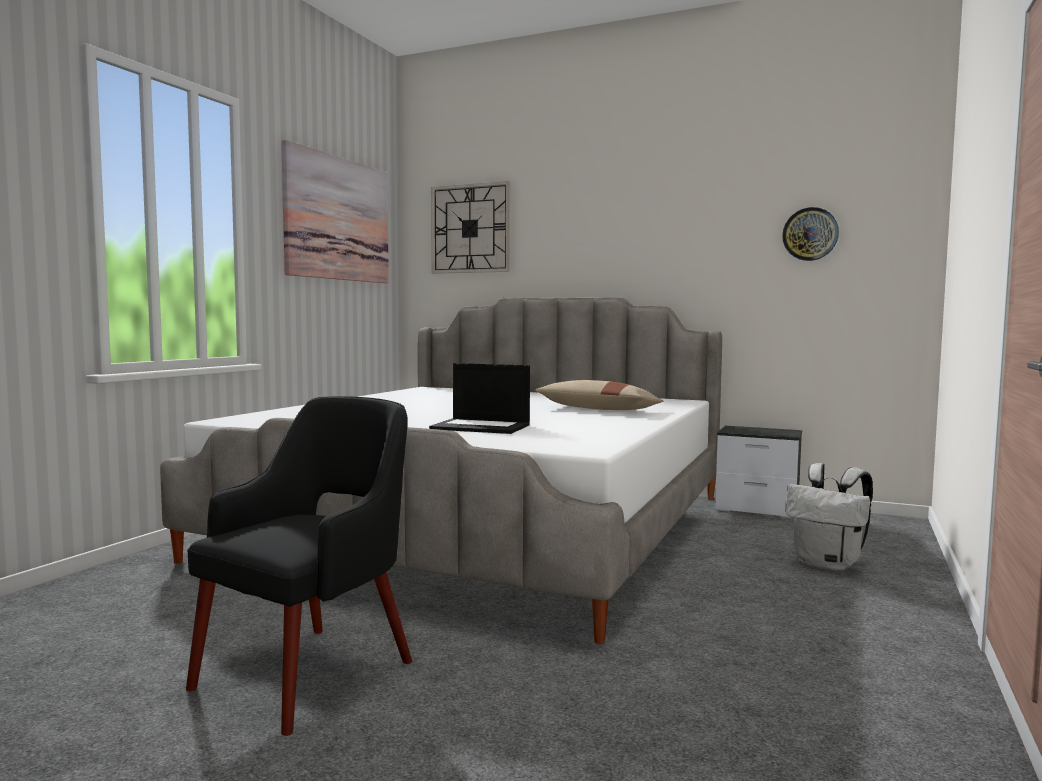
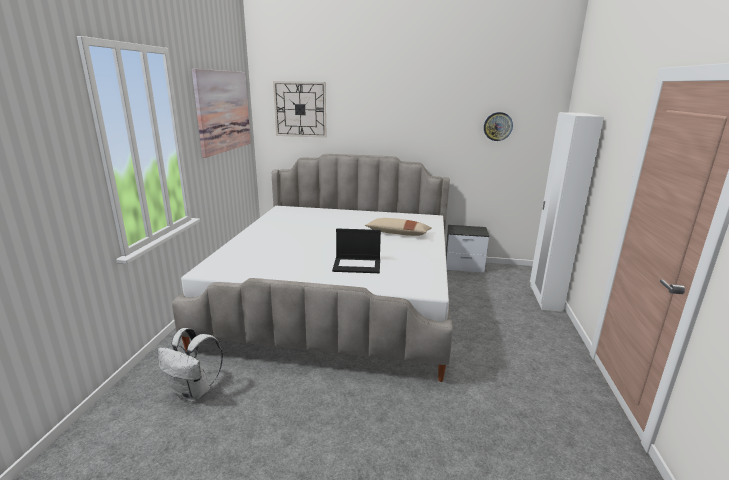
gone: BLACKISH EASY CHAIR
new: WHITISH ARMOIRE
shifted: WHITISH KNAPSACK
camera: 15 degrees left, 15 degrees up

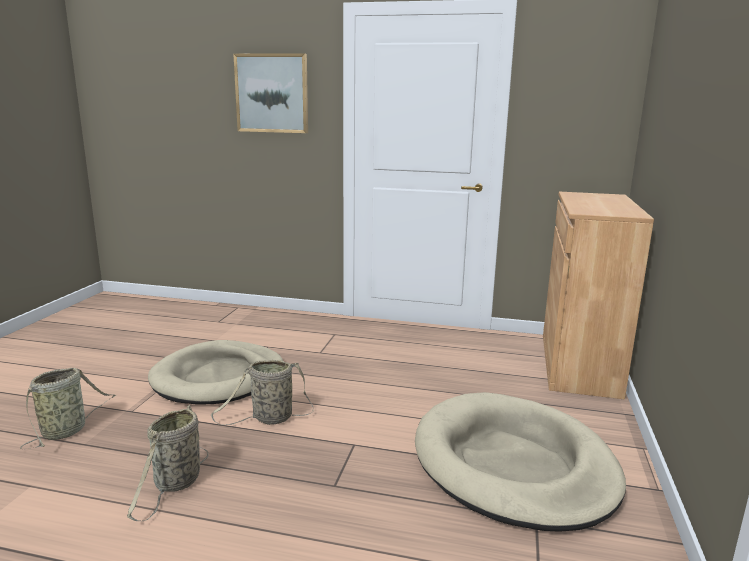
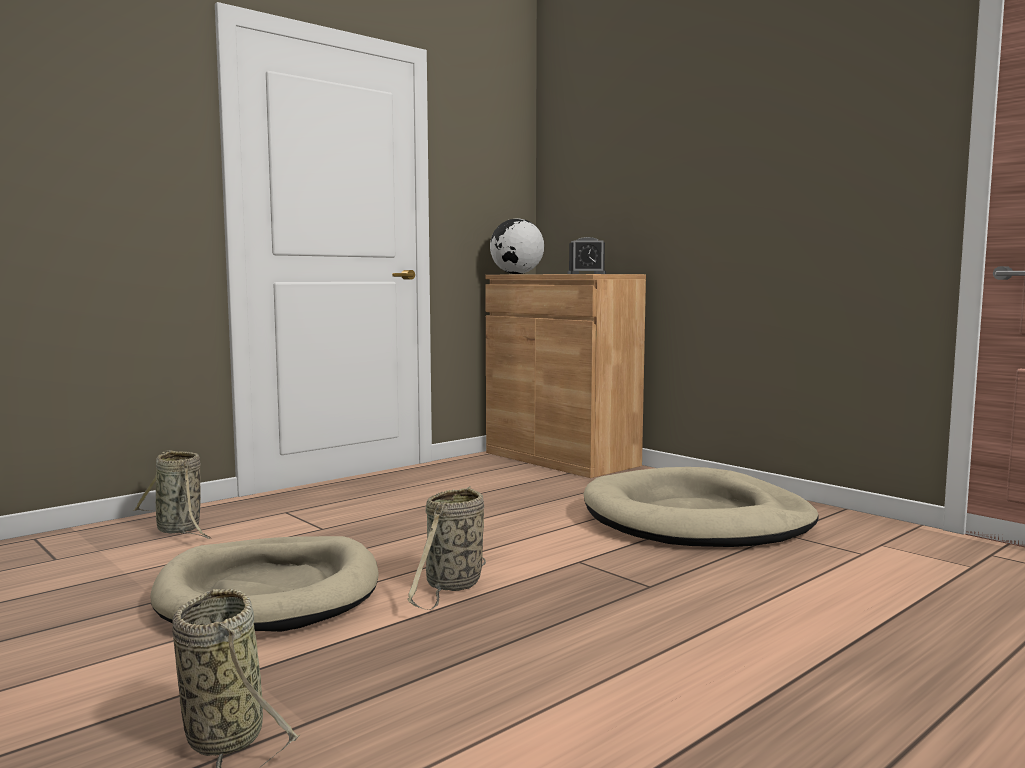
gone: WALL ART
new: WORLD GLOBE; BEDSIDE CLOCK
shifted: BASKET (no. 2 from left in the first image) to BASKET (no. 1 from left)
camera: 55 degrees left, 10 degrees down

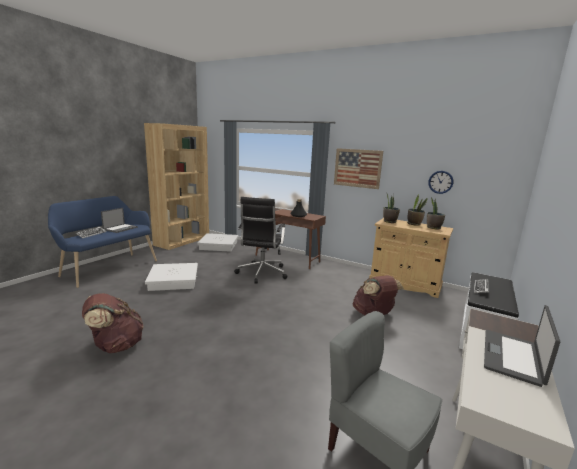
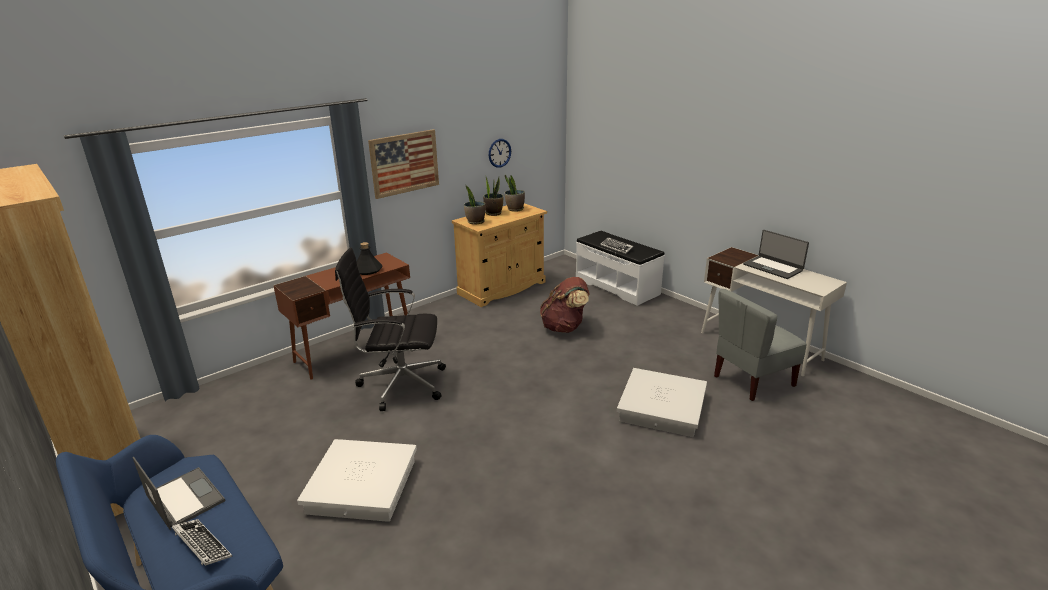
gone: BROWNISH KNAPSACK (no. 1 from left)
shifted: WHITISH STORAGE BIN (no. 2 from left)
rotated: BLACKISH OFFICE CHAIR 150 degrees clockwise
camera: 70 degrees left, 10 degrees up

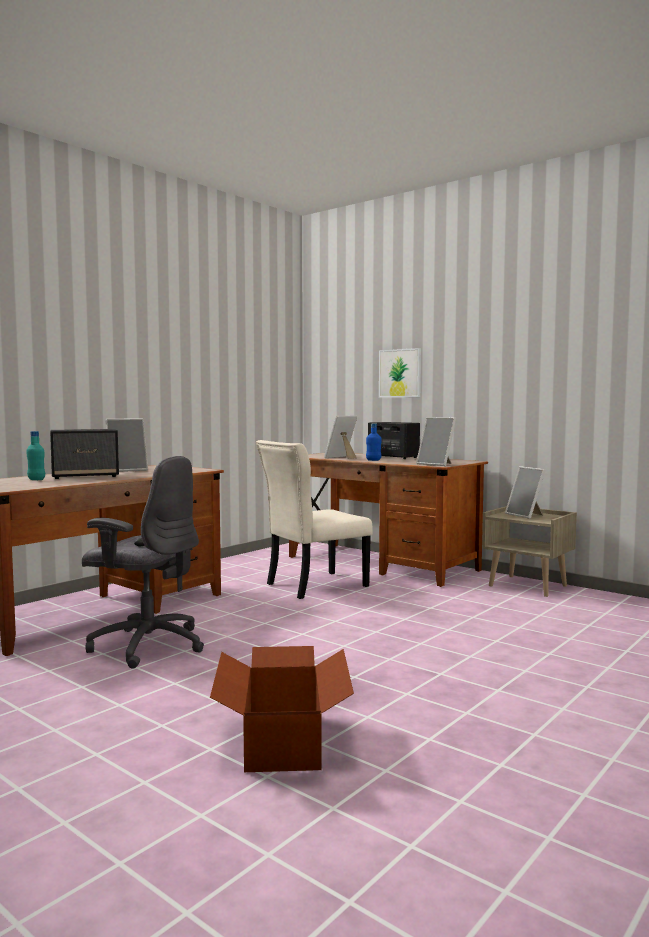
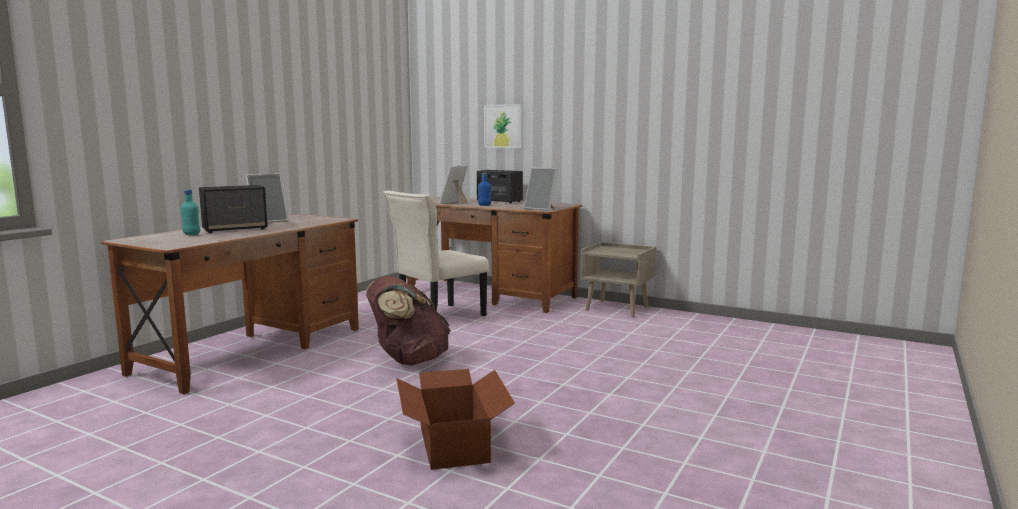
gone: GREYISH OFFICE CHAIR; PICTURE FRAME (no. 4 from left)
new: BROWNISH KNAPSACK
camera: 10 degrees left, 5 degrees up

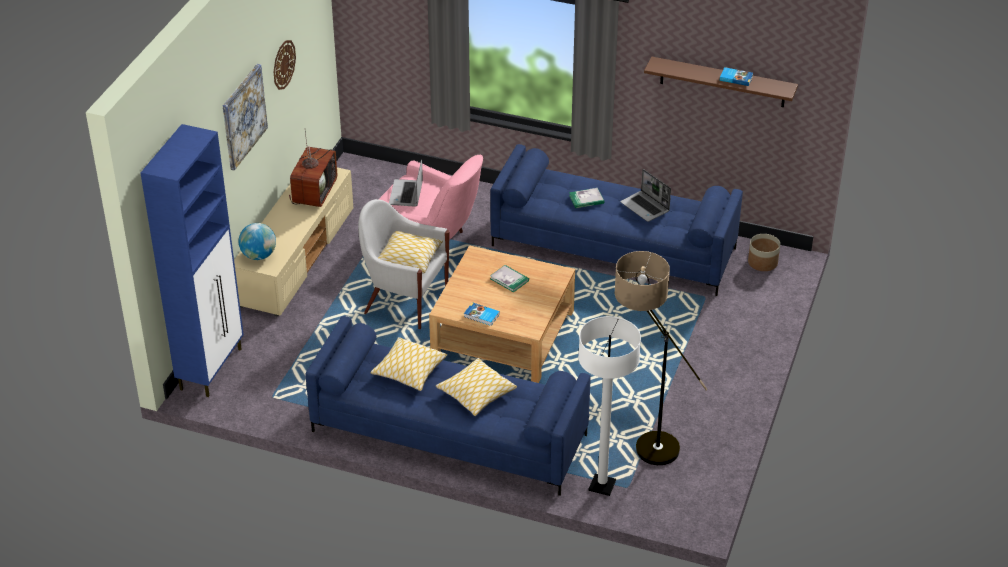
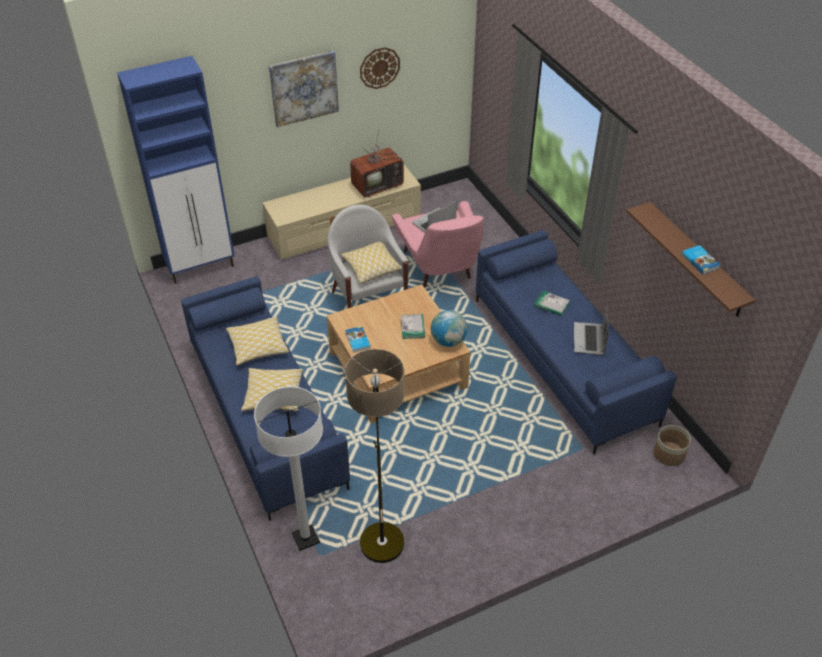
shifted: WORLD GLOBE
camera: 45 degrees right, 5 degrees up

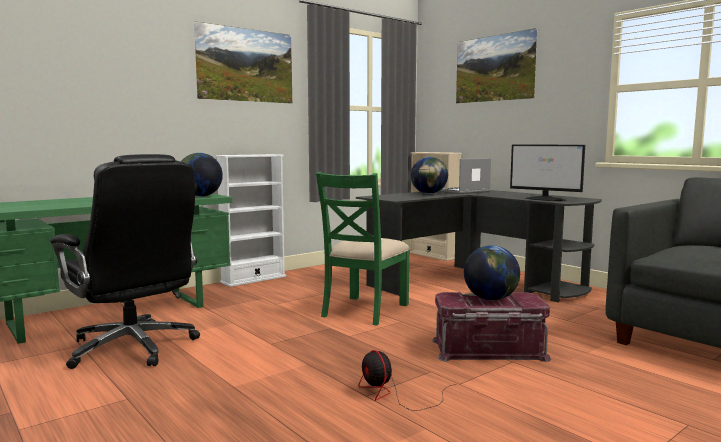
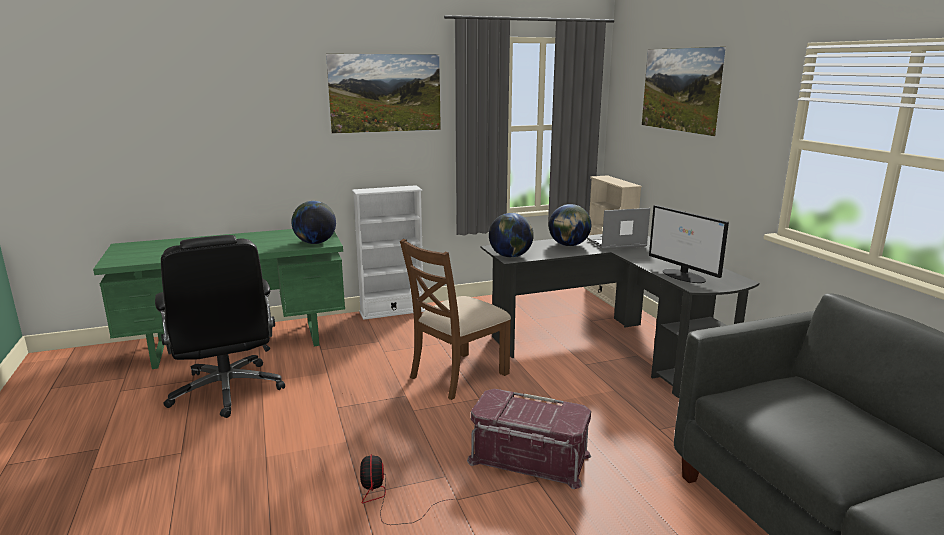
shifted: WORLD GLOBE (no. 3 from left in the first image) to WORLD GLOBE (no. 2 from left)
repainted: GREEN-COLOURED UPRIGHT CHAIR to BROWNISH UPRIGHT CHAIR
camera: 20 degrees right, 10 degrees up

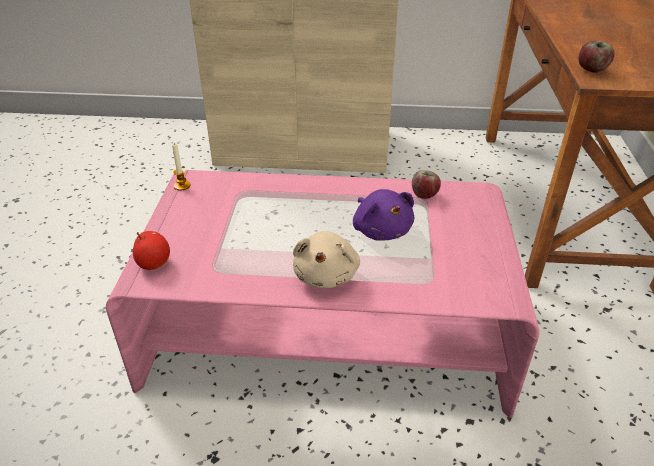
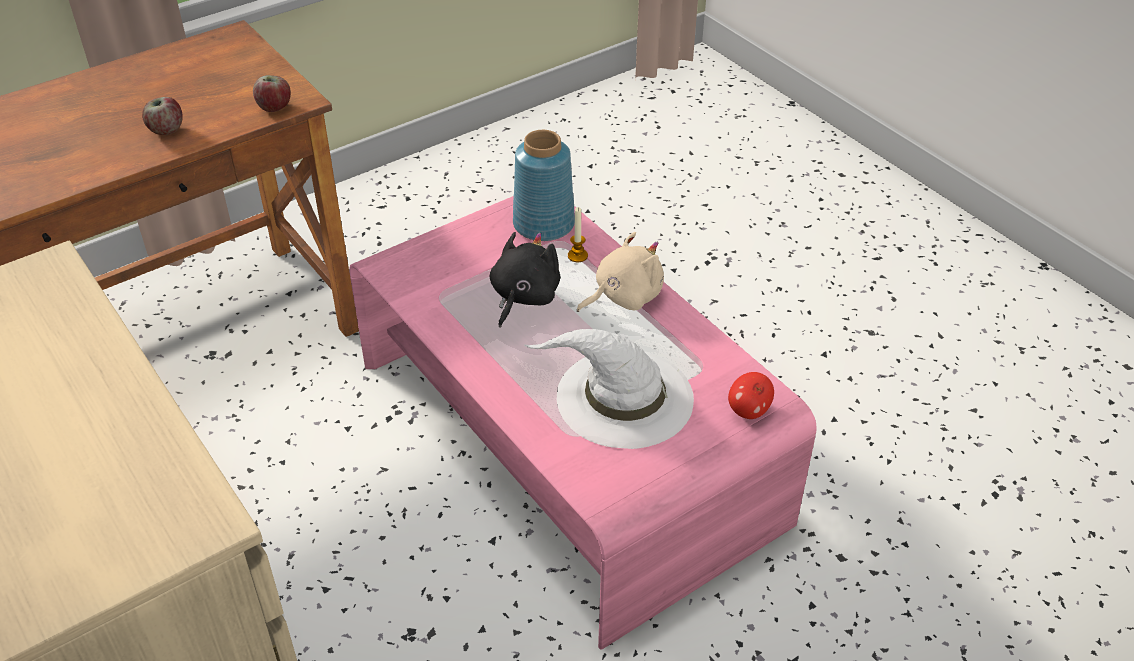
new: BLUE-COLOURED DECORATIVE VASE; WHITISH WEARABLE HAT
shifted: CANDLE; APPLE FRUIT (no. 2 from left in the first image) to APPLE FRUIT (no. 1 from left)
repainted: PURPLE-COLOURED PLUSH TOY to BLACKISH PLUSH TOY
camera: 130 degrees left, 5 degrees up

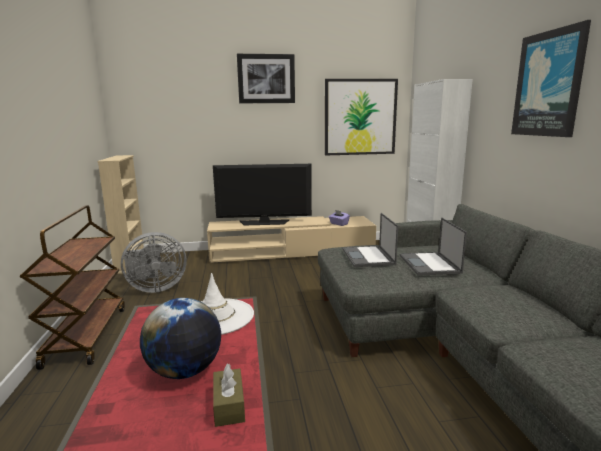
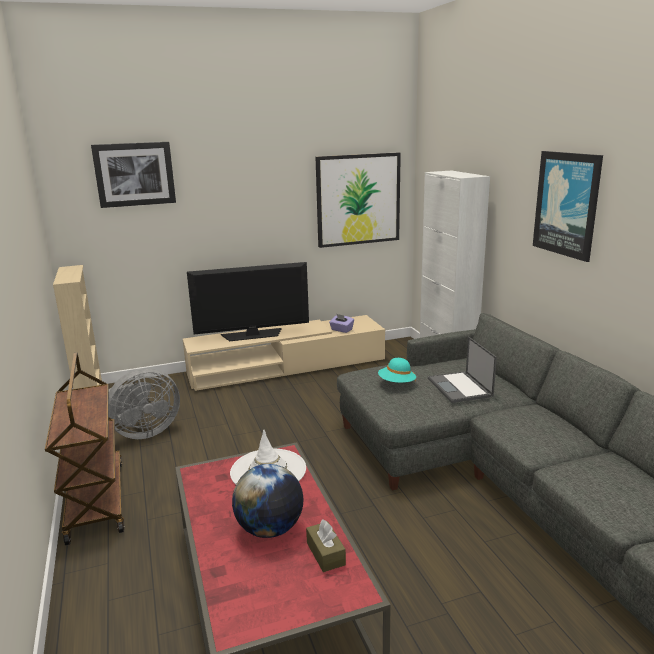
shifted: WALL ART (no. 1 from left)
swapped: LAPTOP (no. 1 from left) to BLUE-GREEN WEARABLE HAT
camera: 10 degrees left, 5 degrees up

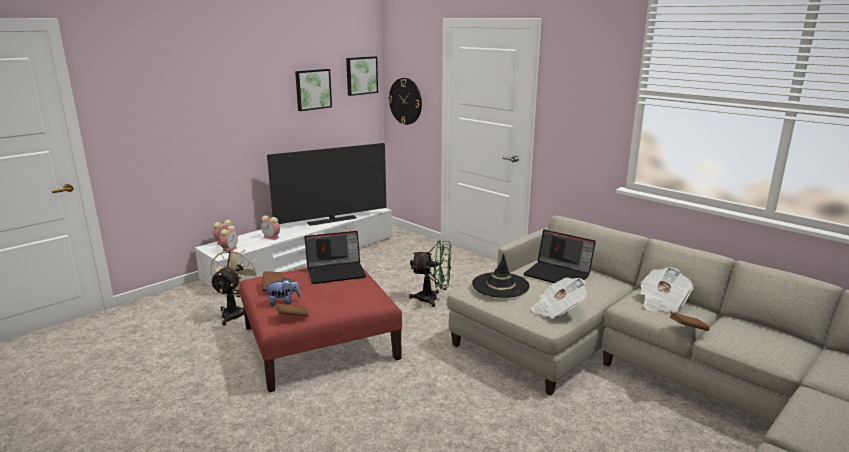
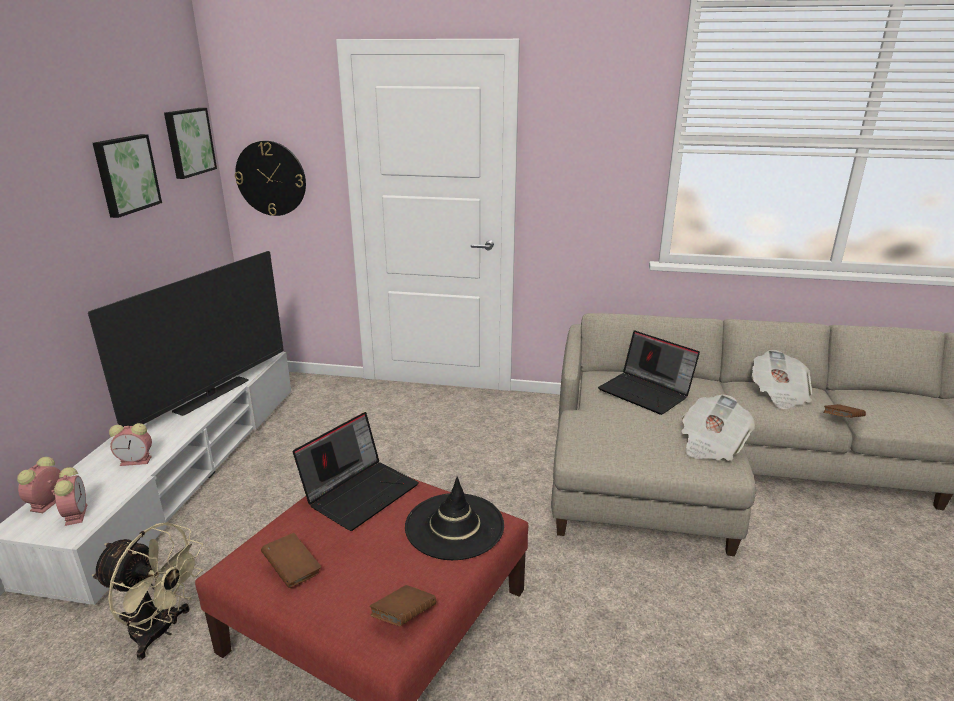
gone: PLUSH TOY; GREEN-COLOURED COOLING FAN
shifted: BLACKISH WEARABLE HAT
rotated: SAND-COLOURED COOLING FAN 135 degrees clockwise; LAPTOP (no. 2 from left) 45 degrees clockwise
camera: 35 degrees left, 5 degrees up

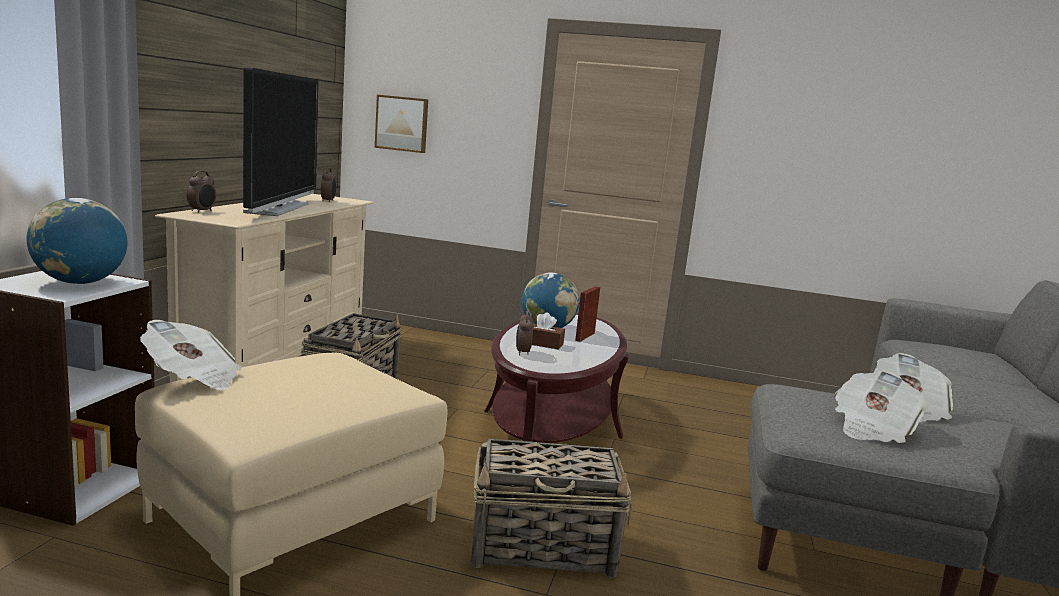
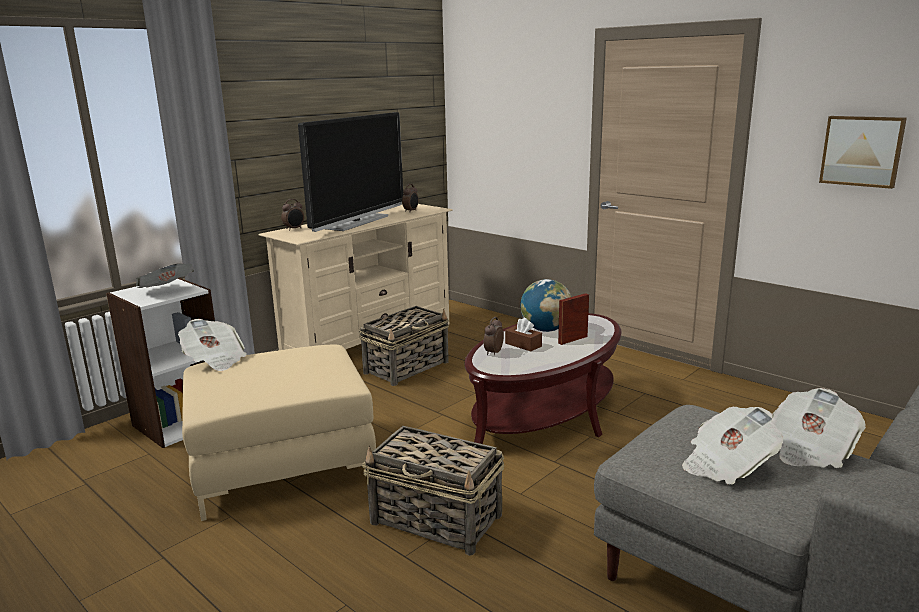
shifted: WALL ART
swapped: WORLD GLOBE (no. 1 from left) to PRINTED PAPER (no. 1 from left)
camera: 30 degrees right, 5 degrees up

